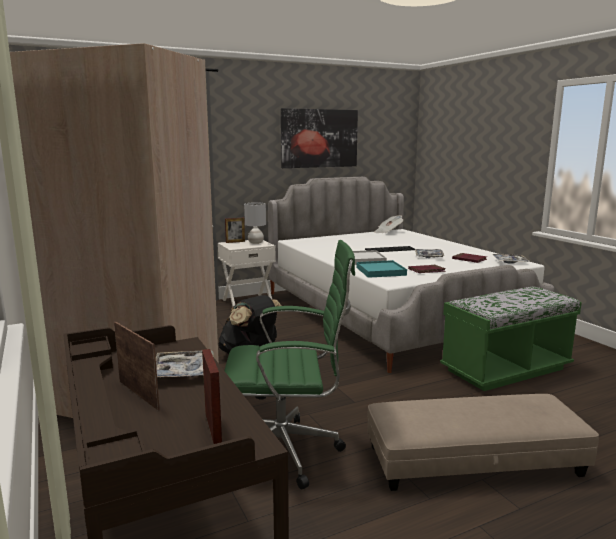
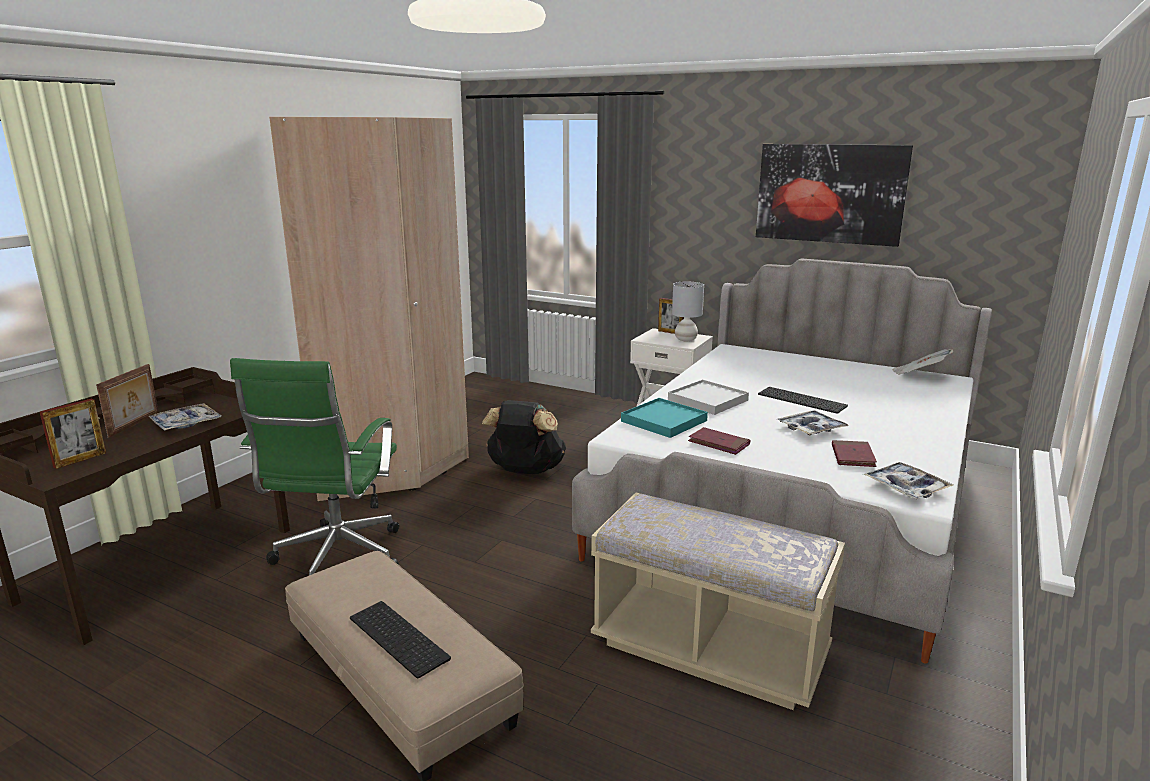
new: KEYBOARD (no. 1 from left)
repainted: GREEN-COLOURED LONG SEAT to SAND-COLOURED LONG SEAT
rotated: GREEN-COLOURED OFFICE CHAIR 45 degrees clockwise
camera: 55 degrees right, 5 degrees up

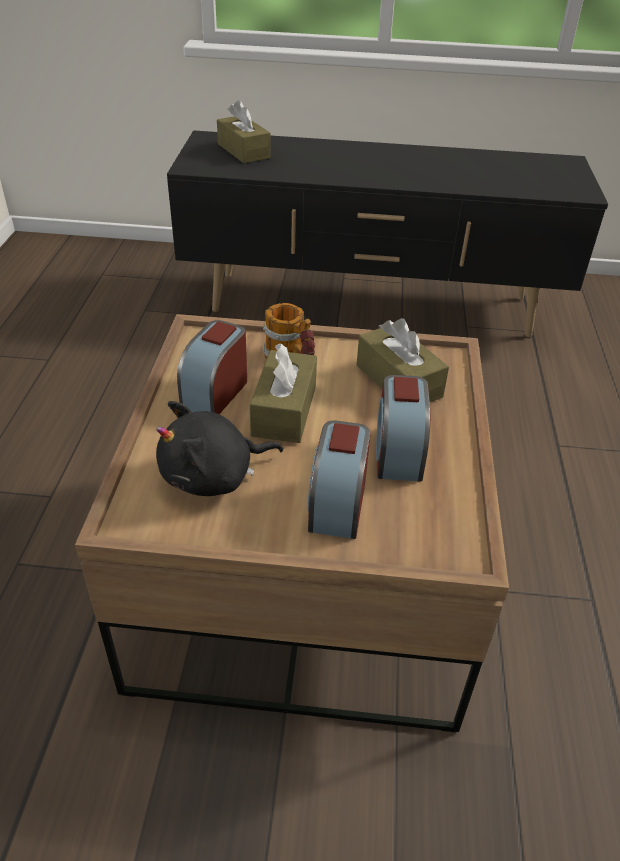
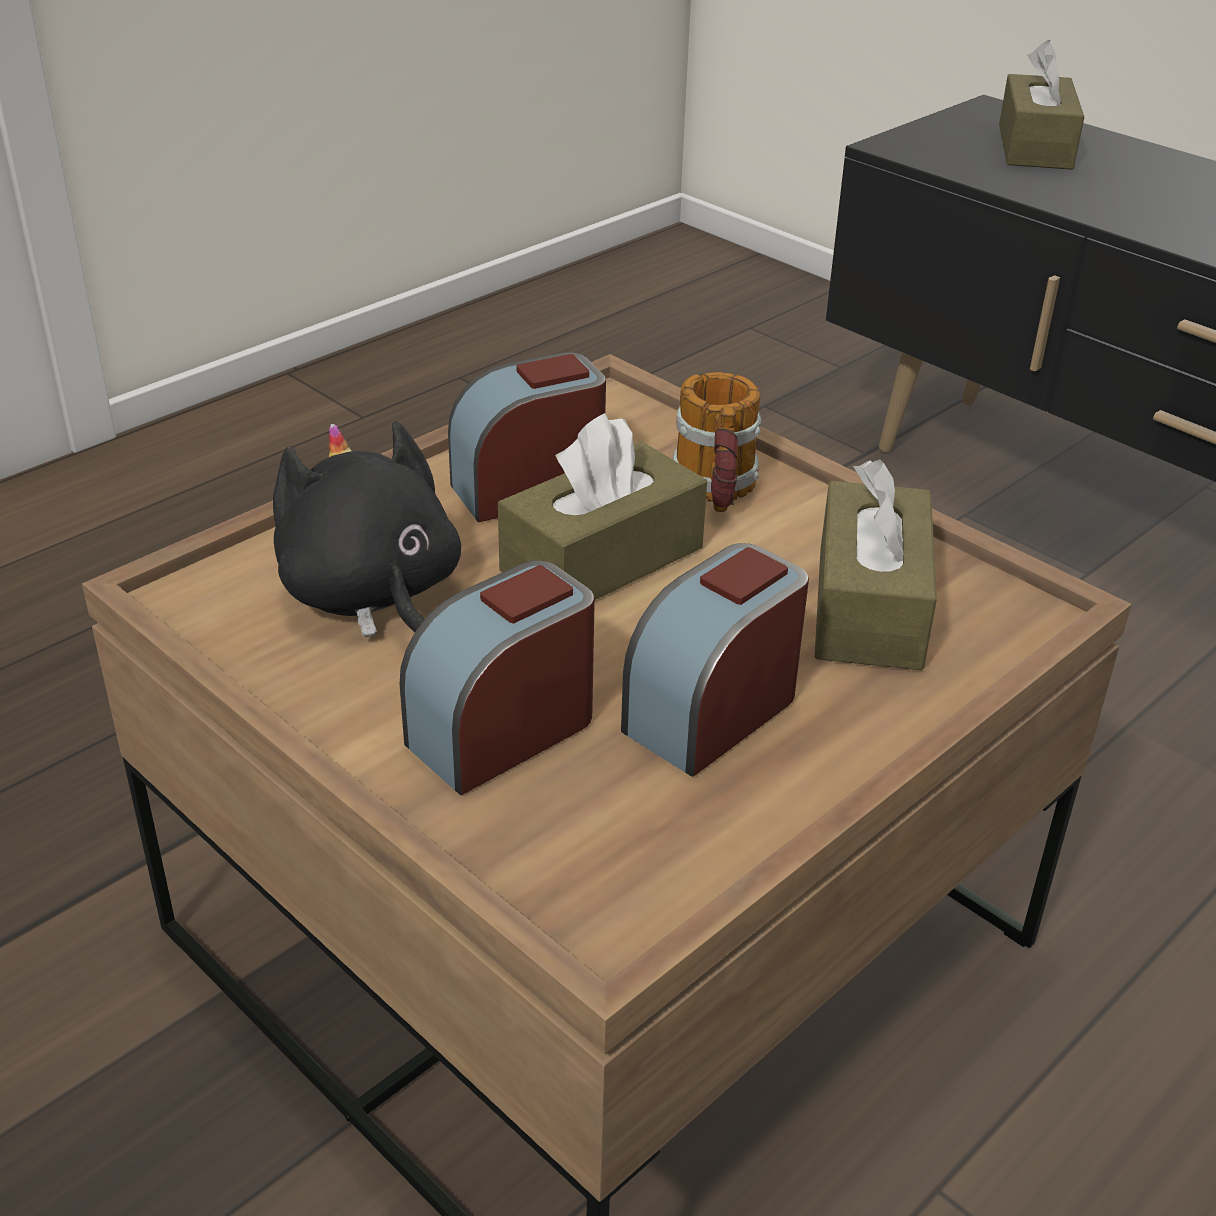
rotated: BLACKISH PLUSH TOY 45 degrees clockwise
camera: 40 degrees right, 5 degrees down

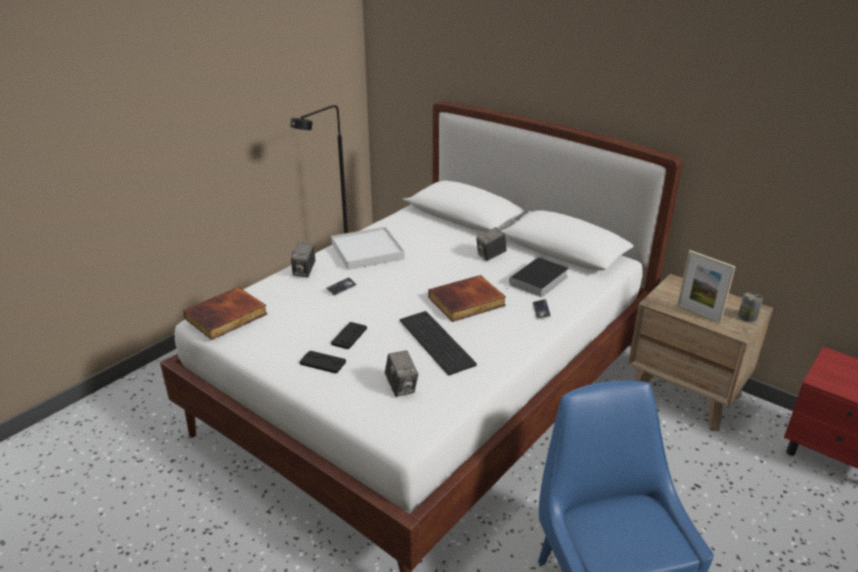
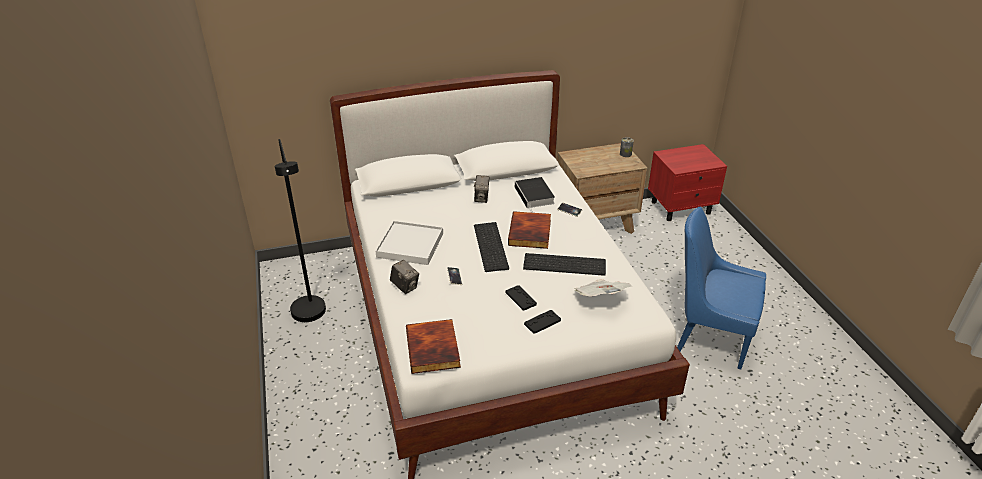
gone: PICTURE FRAME
new: KEYBOARD (no. 1 from left)
swapped: PHOTO CAMERA (no. 2 from left) to PRINTED PAPER
camera: 55 degrees left, 5 degrees up

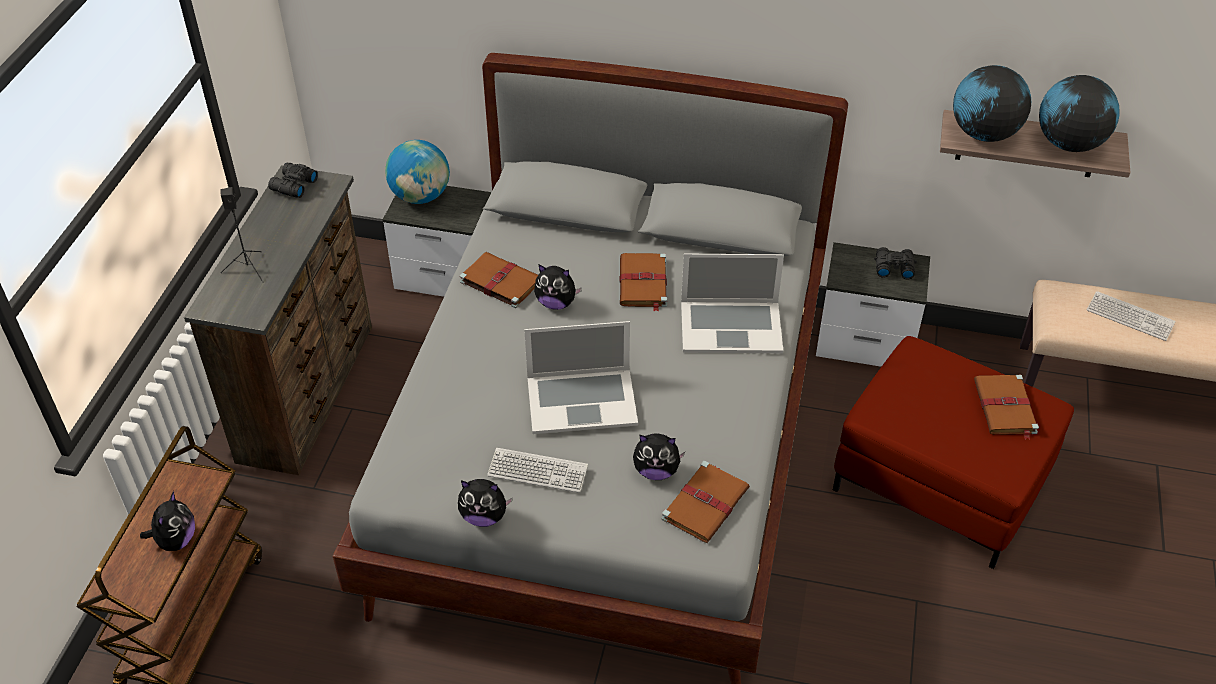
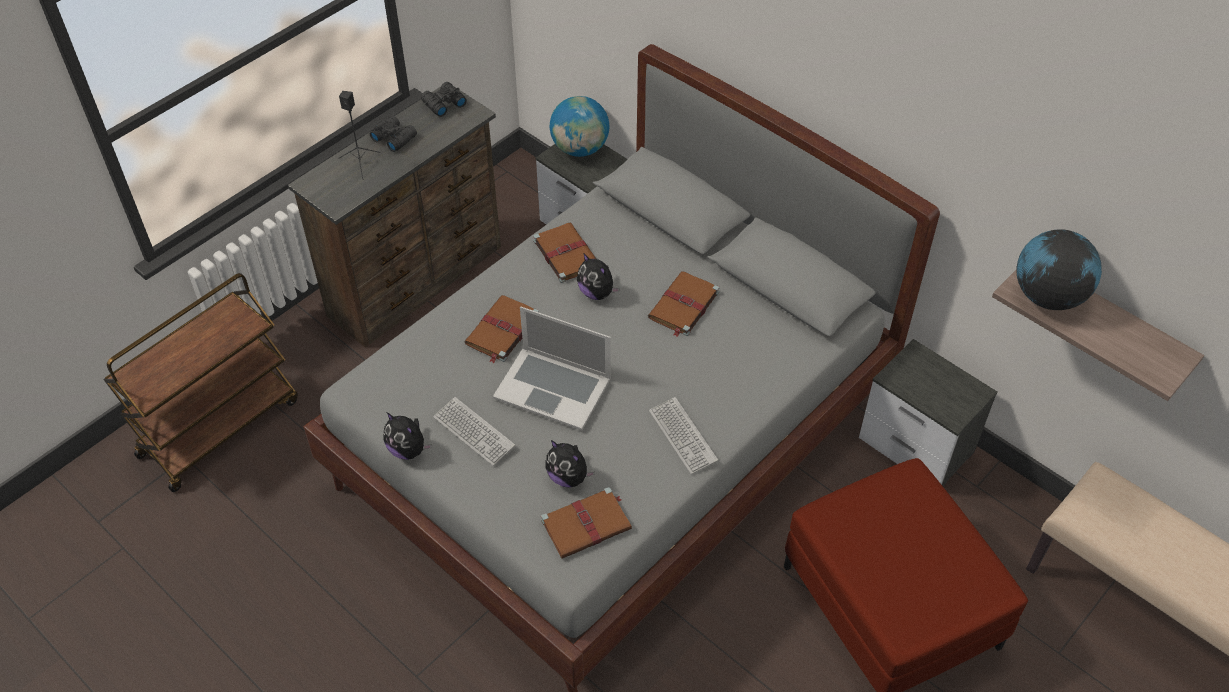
gone: PLUSH TOY (no. 1 from left); LAPTOP (no. 2 from left); WORLD GLOBE (no. 3 from left)
shifted: BLACKISH FIELD GLASSES (no. 2 from left in the first image) to BLACKISH FIELD GLASSES (no. 1 from left); BROWNISH BOUND BOOK (no. 4 from left in the first image) to BROWNISH BOUND BOOK (no. 1 from left); KEYBOARD (no. 2 from left)
camera: 30 degrees right, 5 degrees up

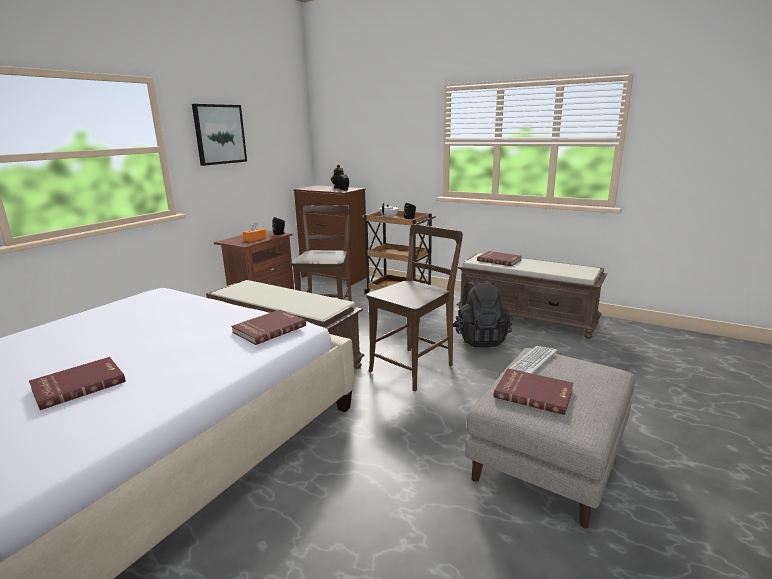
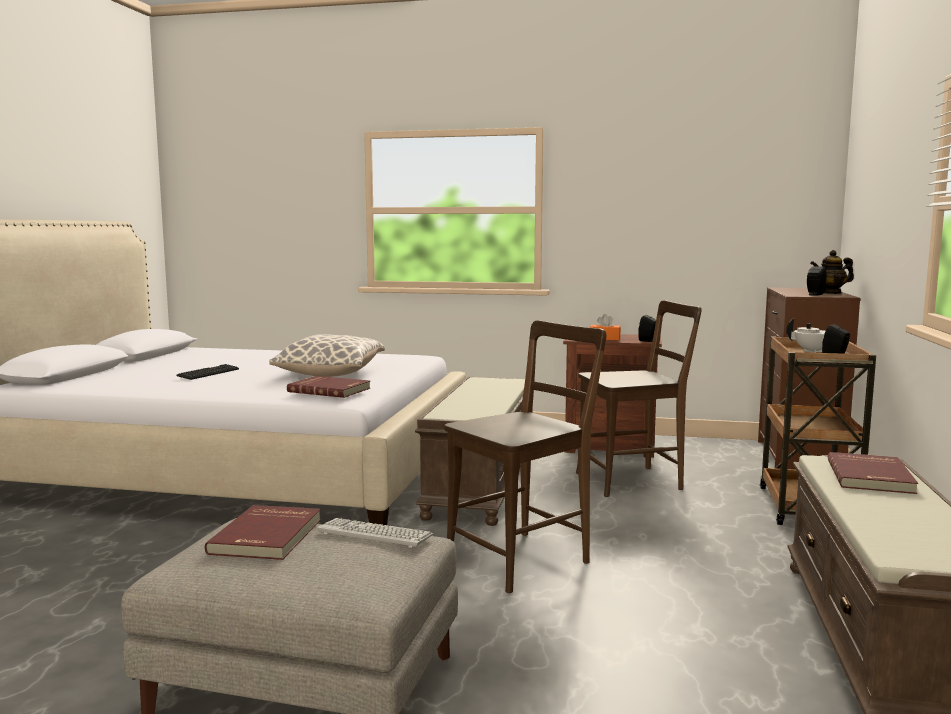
gone: WALL ART; BLACKISH KNAPSACK
new: THROW PILLOW
swapped: RED-COLOURED BOUND BOOK (no. 1 from left) to KEYBOARD (no. 1 from left)
rotated: BROWNISH UPRIGHT CHAIR (no. 2 from left in the first image) 60 degrees counterclockwise
camera: 70 degrees right, 10 degrees down

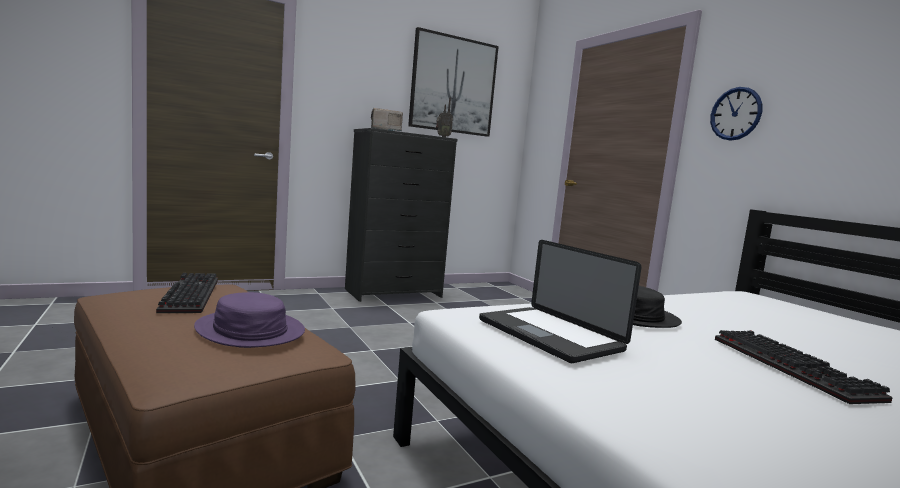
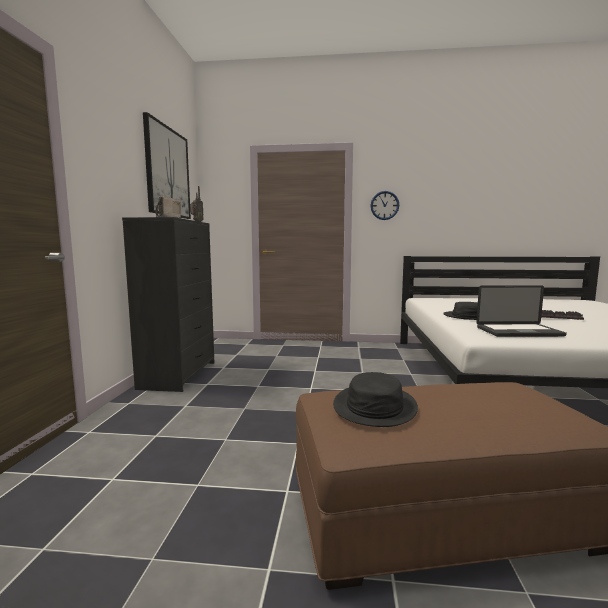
gone: PURPLE-COLOURED WEARABLE HAT
swapped: KEYBOARD (no. 1 from left) to BLACKISH WEARABLE HAT (no. 1 from left)
camera: 55 degrees left, 0 degrees up

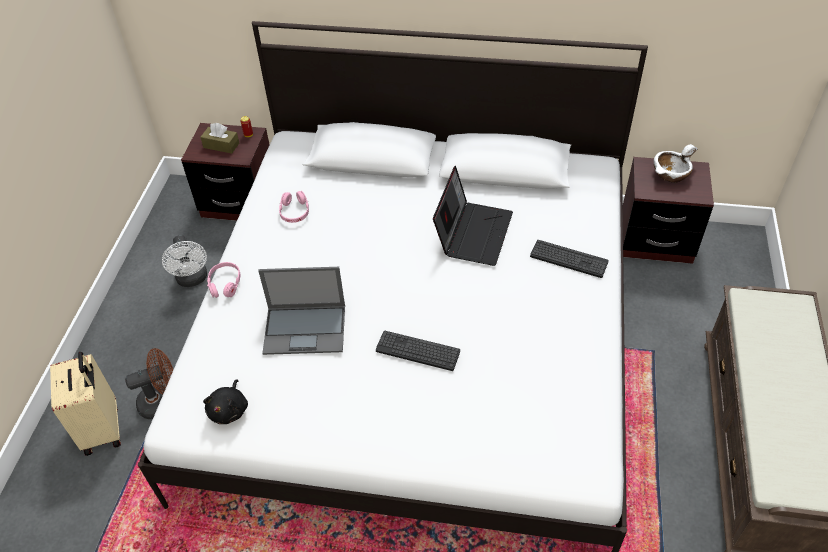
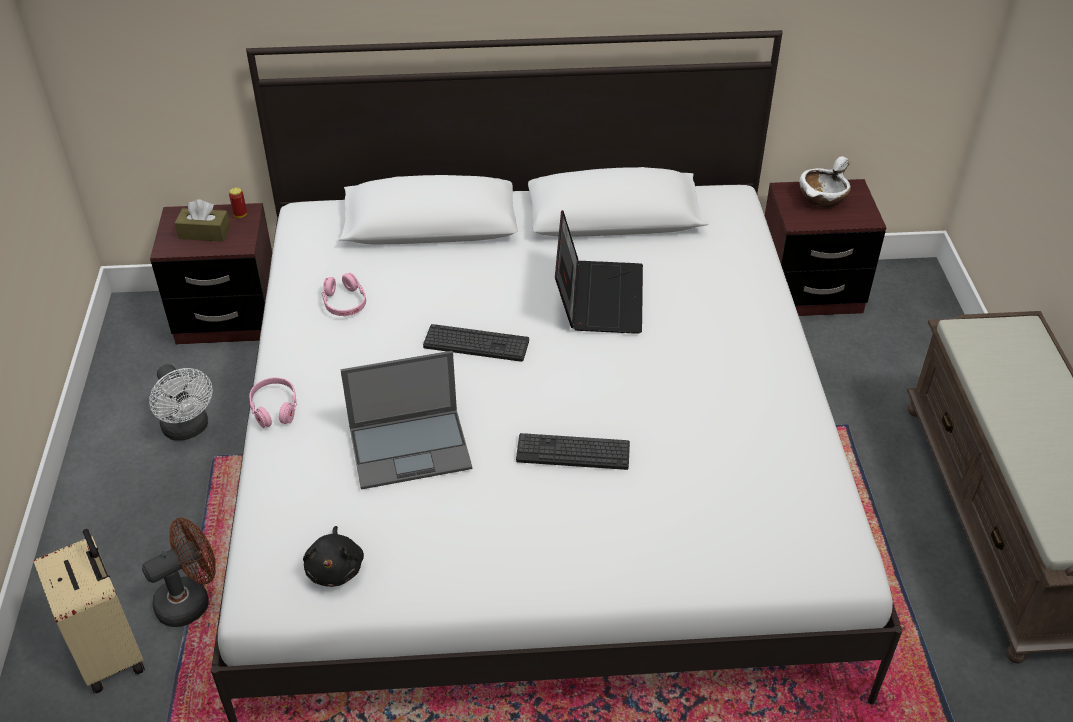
shifted: KEYBOARD (no. 2 from left in the first image) to KEYBOARD (no. 1 from left)
camera: 15 degrees left, 5 degrees down

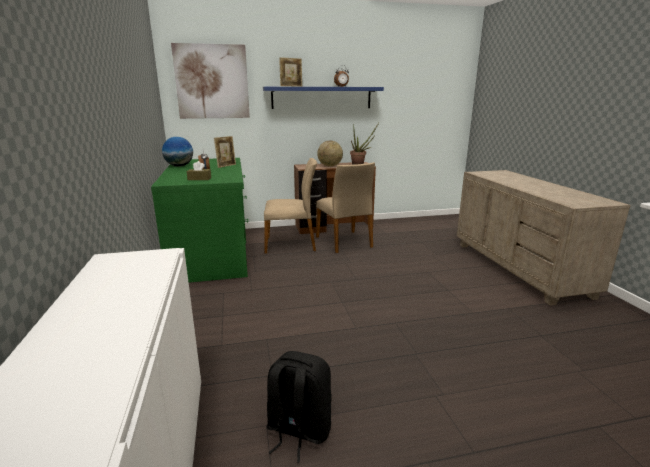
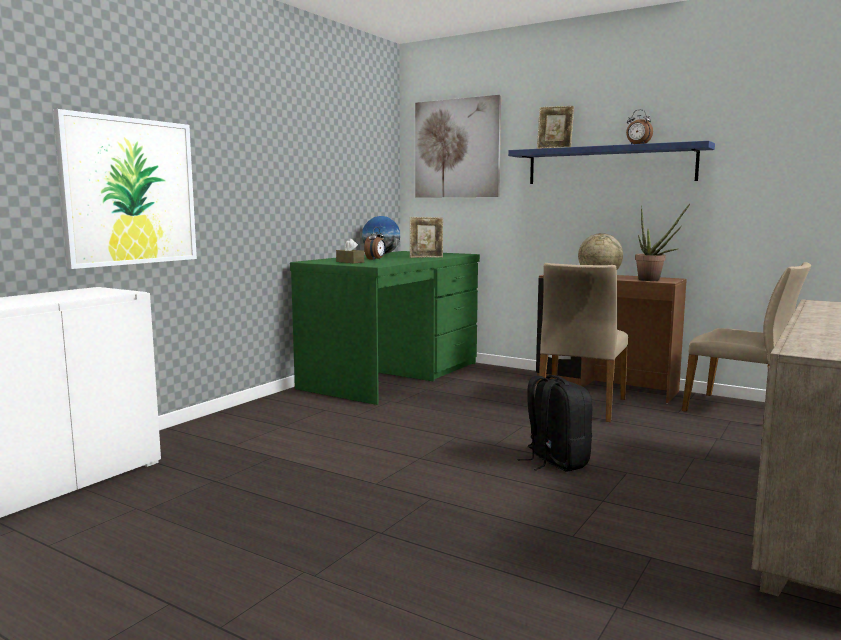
new: WALL ART (no. 1 from left)
shifted: SAND-COLOURED UPRIGHT CHAIR (no. 1 from left in the first image) to SAND-COLOURED UPRIGHT CHAIR (no. 2 from left); BLACKISH KNAPSACK
camera: 45 degrees right, 10 degrees down

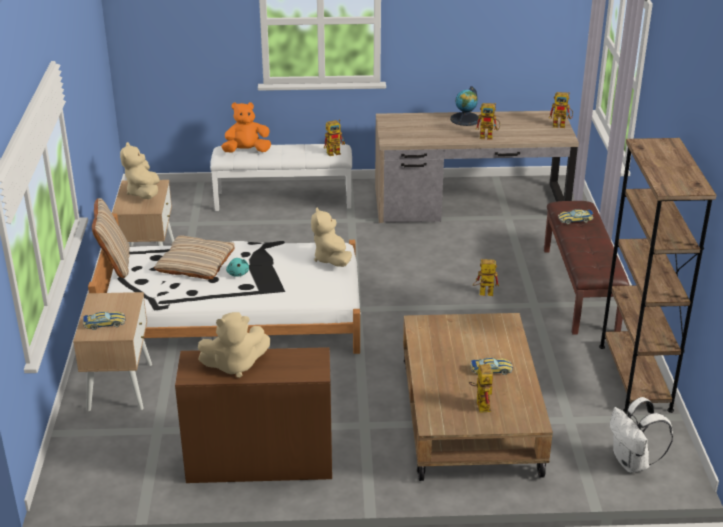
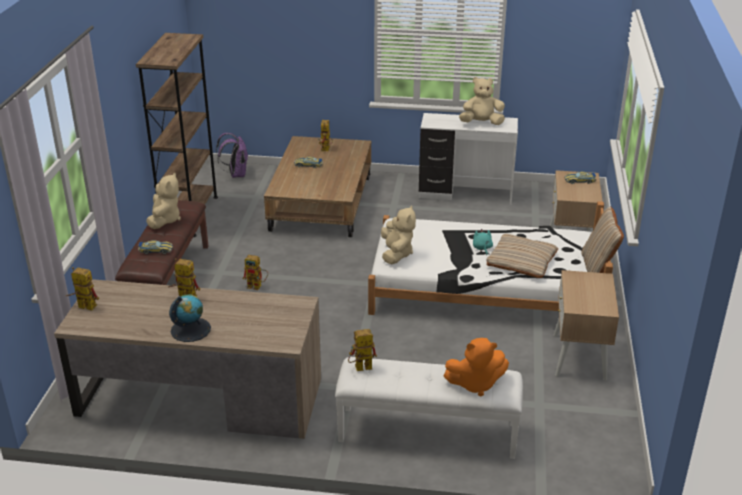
shifted: SAND-COLOURED PLUSH TOY (no. 1 from left)
repainted: BROWNISH DESK TABLE (no. 1 from left) to WHITISH DESK TABLE; WHITISH KNAPSACK to PURPLE-COLOURED KNAPSACK
camera: 170 degrees left, 0 degrees up

